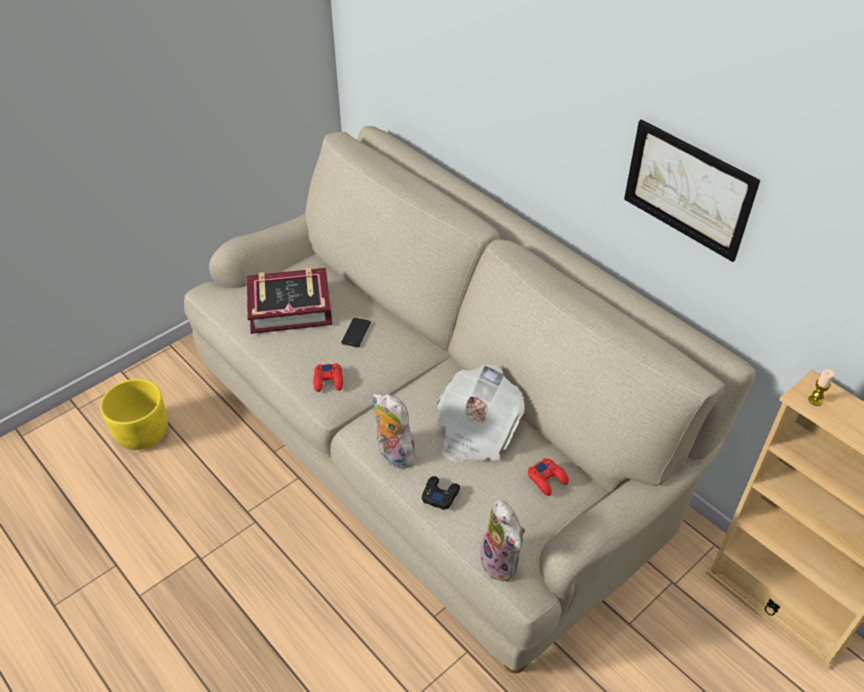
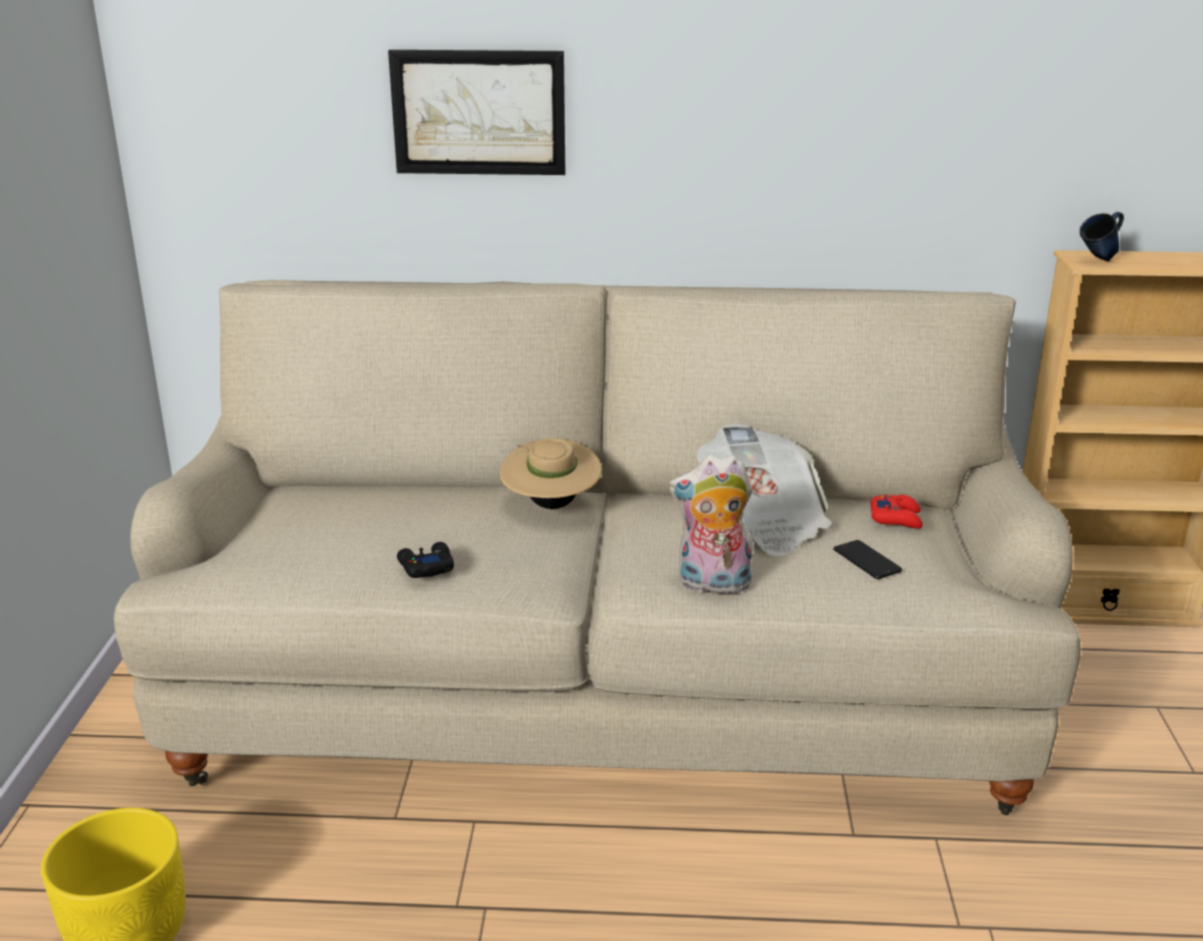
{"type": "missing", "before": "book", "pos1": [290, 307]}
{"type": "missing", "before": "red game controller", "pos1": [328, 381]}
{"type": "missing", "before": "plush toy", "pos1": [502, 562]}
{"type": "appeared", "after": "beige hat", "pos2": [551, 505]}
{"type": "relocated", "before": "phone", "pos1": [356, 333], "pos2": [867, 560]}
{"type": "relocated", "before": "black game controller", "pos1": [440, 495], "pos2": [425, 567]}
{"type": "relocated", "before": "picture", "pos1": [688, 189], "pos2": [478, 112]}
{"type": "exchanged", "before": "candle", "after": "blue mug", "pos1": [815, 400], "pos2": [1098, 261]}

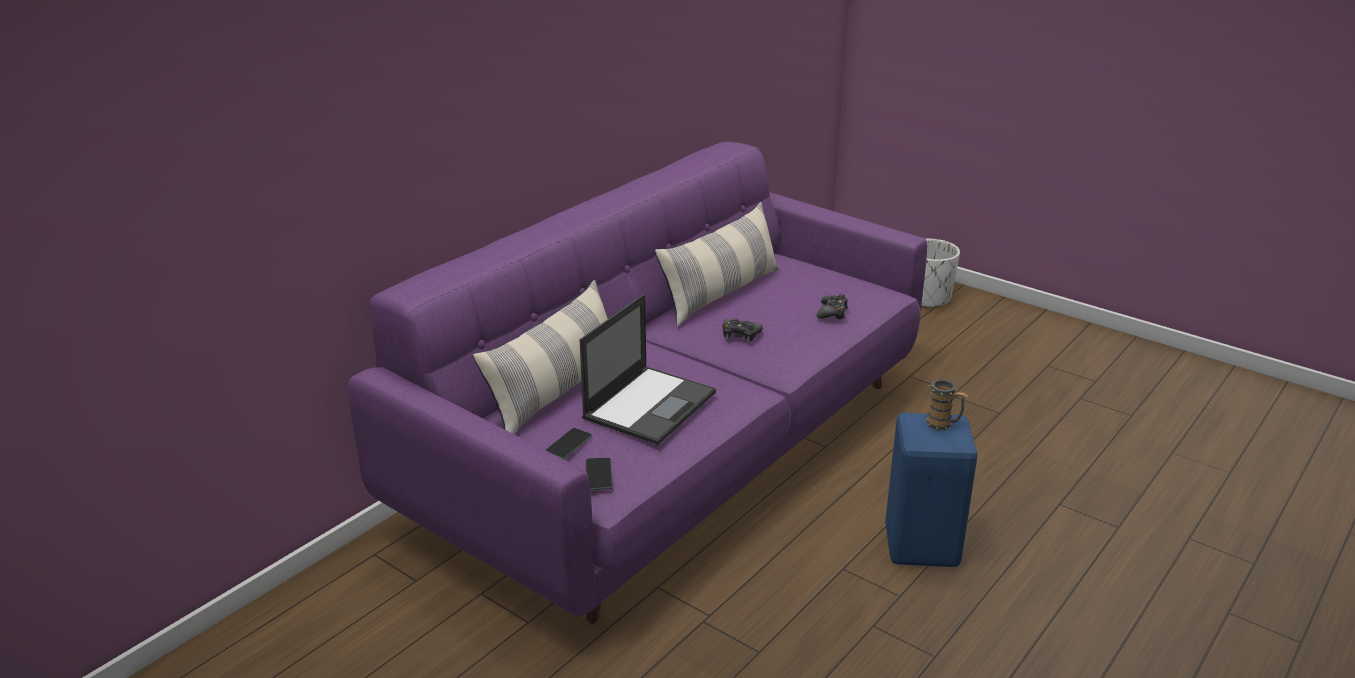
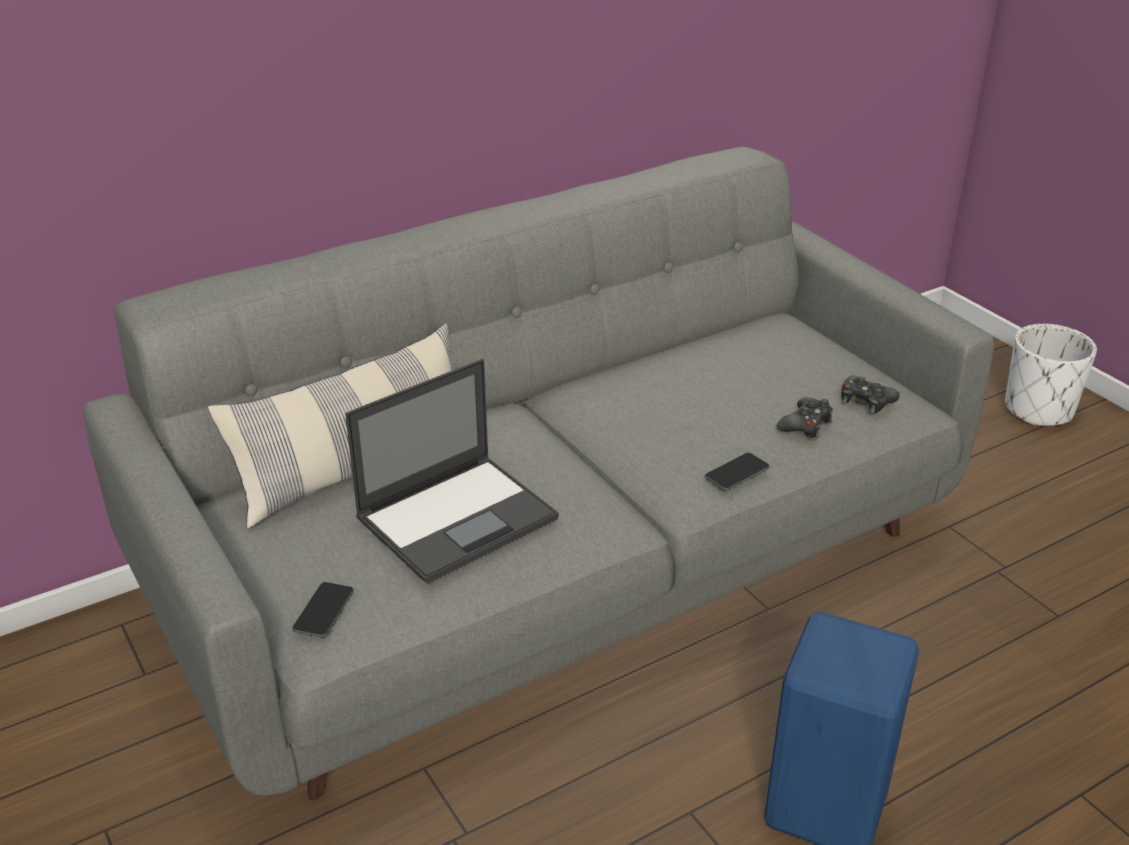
{"type": "missing", "before": "pillow", "pos1": [721, 293]}
{"type": "missing", "before": "mug", "pos1": [943, 424]}
{"type": "relocated", "before": "phone", "pos1": [568, 444], "pos2": [737, 472]}
{"type": "relocated", "before": "black game controller", "pos1": [740, 335], "pos2": [866, 400]}
{"type": "colour", "before": "purple sofa", "after": "grey sofa", "pos1": [676, 449], "pos2": [563, 566]}

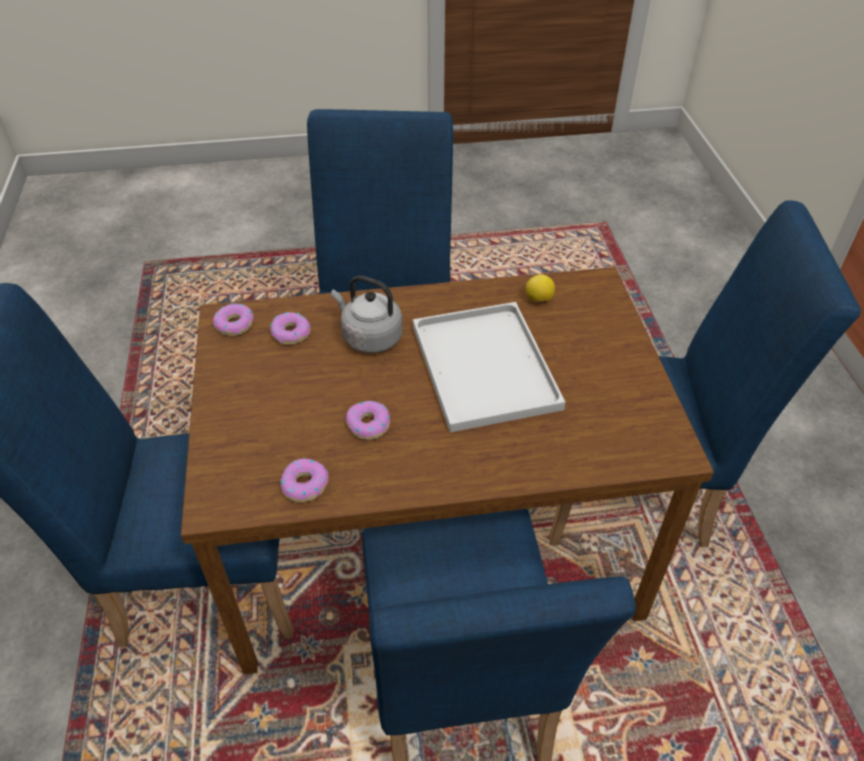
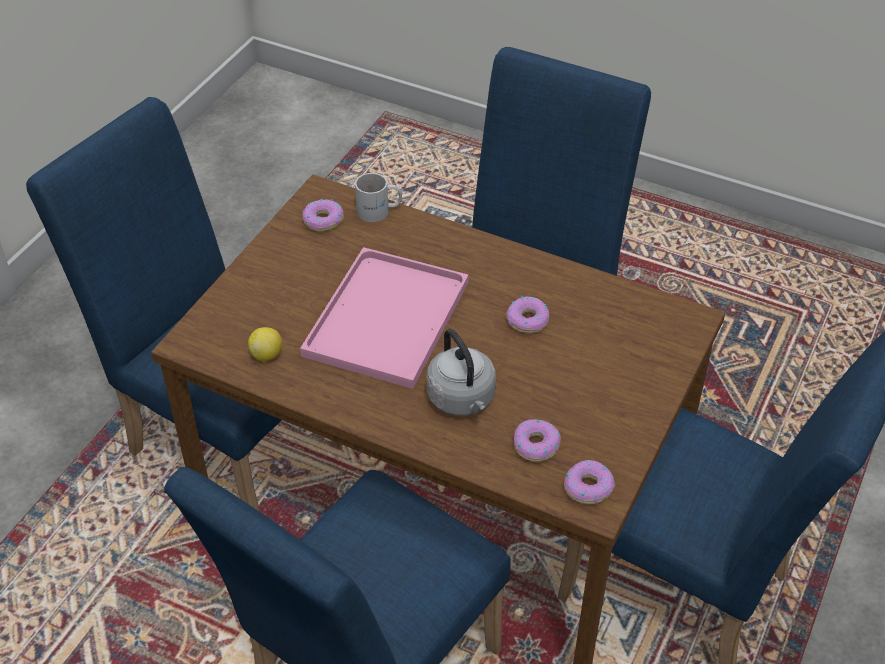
{"type": "appeared", "after": "white mug", "pos2": [379, 211]}
{"type": "relocated", "before": "donut", "pos1": [304, 484], "pos2": [323, 220]}
{"type": "colour", "before": "white tray", "after": "pink tray", "pos1": [482, 364], "pos2": [387, 321]}

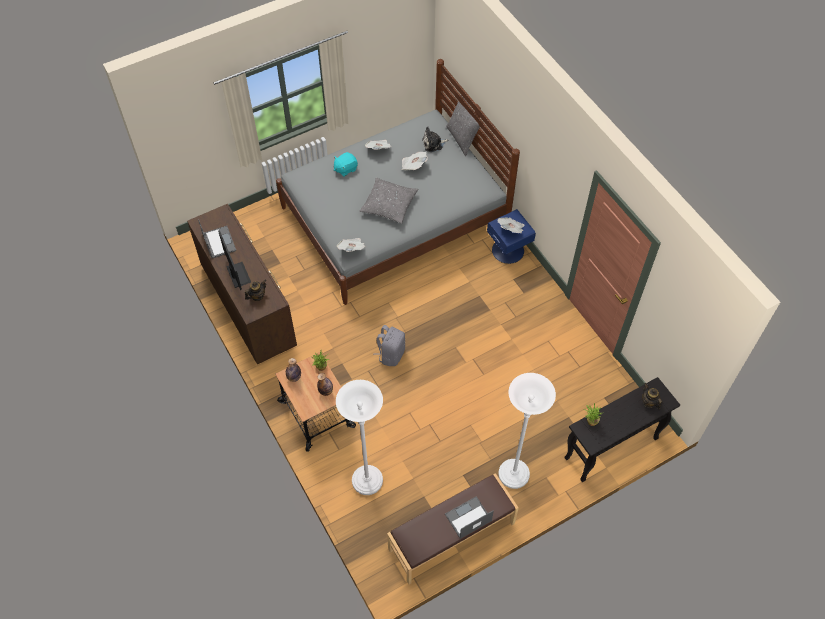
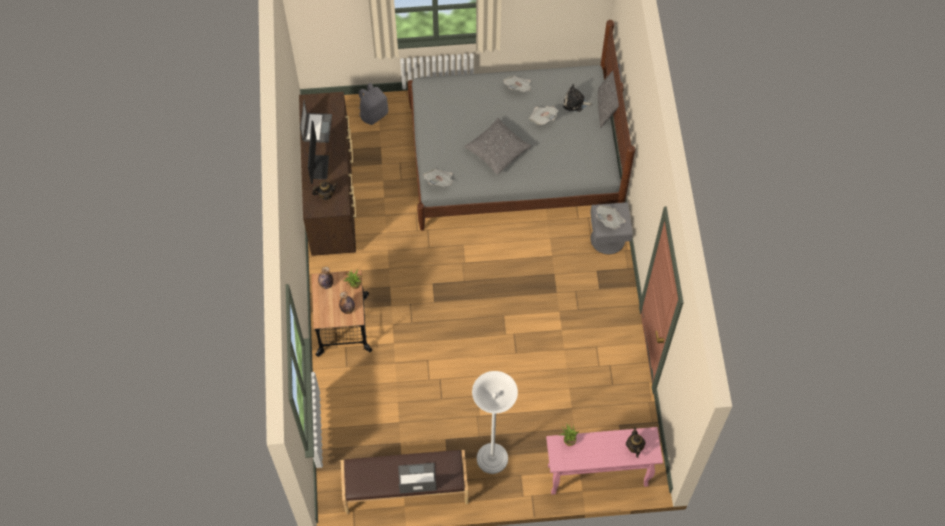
{"type": "missing", "before": "turquoise plush toy", "pos1": [345, 169]}
{"type": "missing", "before": "white floor lamp", "pos1": [367, 480]}
{"type": "relocated", "before": "grey backpack", "pos1": [391, 354], "pos2": [373, 114]}
{"type": "colour", "before": "blue nightstand", "after": "grey nightstand", "pos1": [508, 250], "pos2": [608, 239]}
{"type": "colour", "before": "black console table", "after": "pink console table", "pos1": [610, 449], "pos2": [596, 476]}

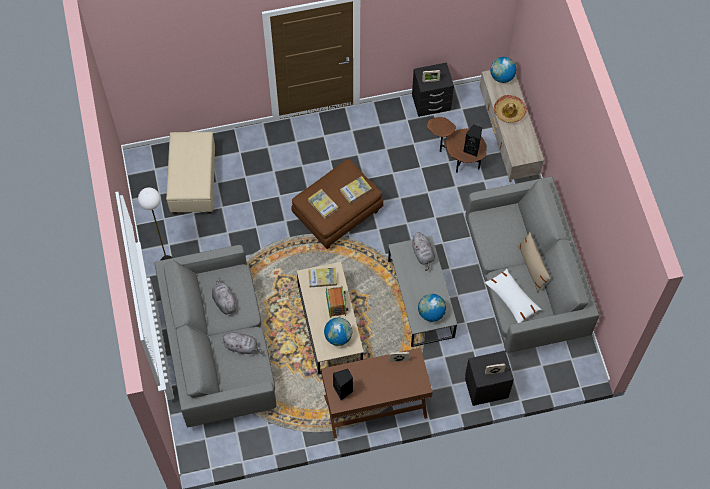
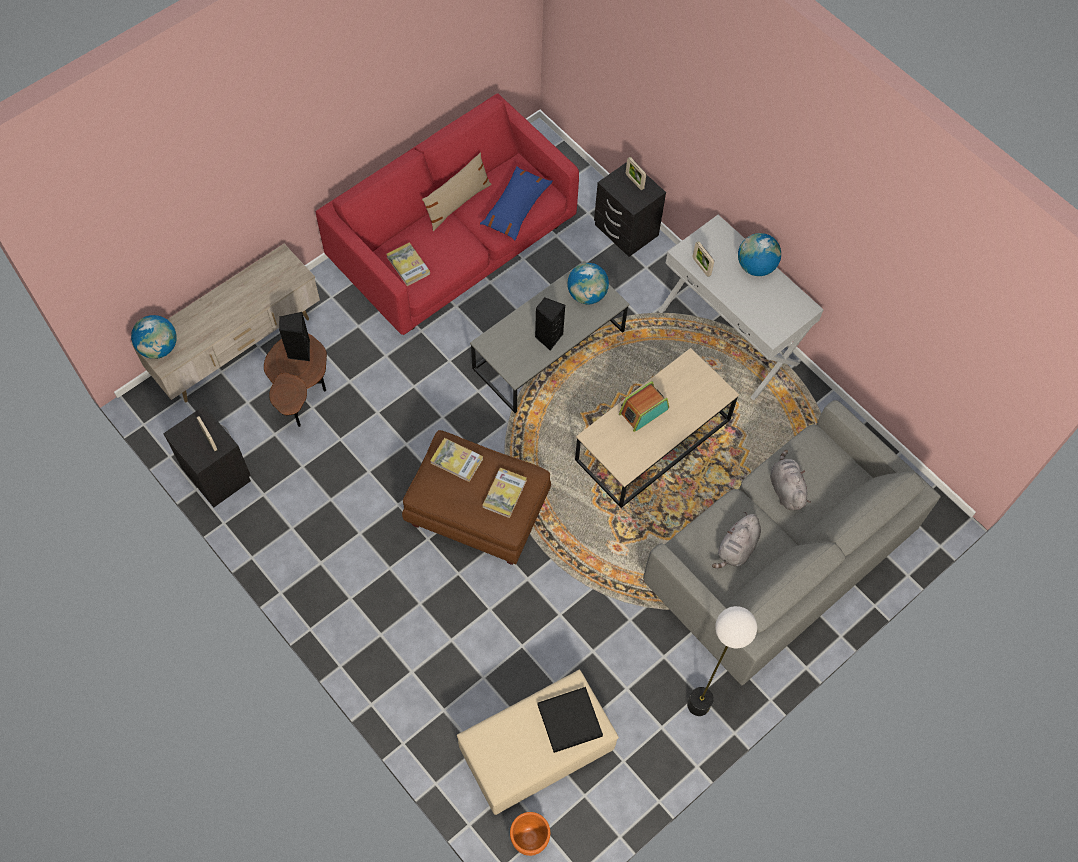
{"type": "missing", "before": "grey plush toy", "pos1": [423, 254]}
{"type": "missing", "before": "hat", "pos1": [509, 111]}
{"type": "appeared", "after": "orange planter", "pos2": [529, 839]}
{"type": "appeared", "after": "black tray", "pos2": [569, 720]}
{"type": "relocated", "before": "book", "pos1": [322, 278], "pos2": [408, 265]}
{"type": "relocated", "before": "globe", "pos1": [338, 337], "pos2": [755, 266]}
{"type": "relocated", "before": "black speaker", "pos1": [343, 390], "pos2": [548, 337]}
{"type": "colour", "before": "brown console table", "after": "white console table", "pos1": [375, 407], "pos2": [729, 336]}
{"type": "colour", "before": "grey sofa", "after": "red sofa", "pos1": [524, 281], "pos2": [453, 245]}
{"type": "colour", "before": "white pillow", "after": "blue pillow", "pos1": [512, 298], "pos2": [516, 208]}

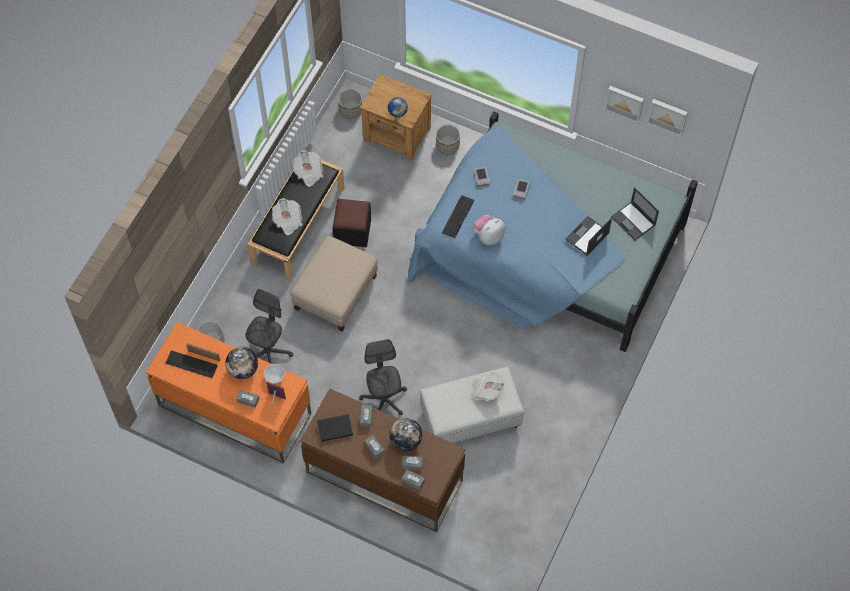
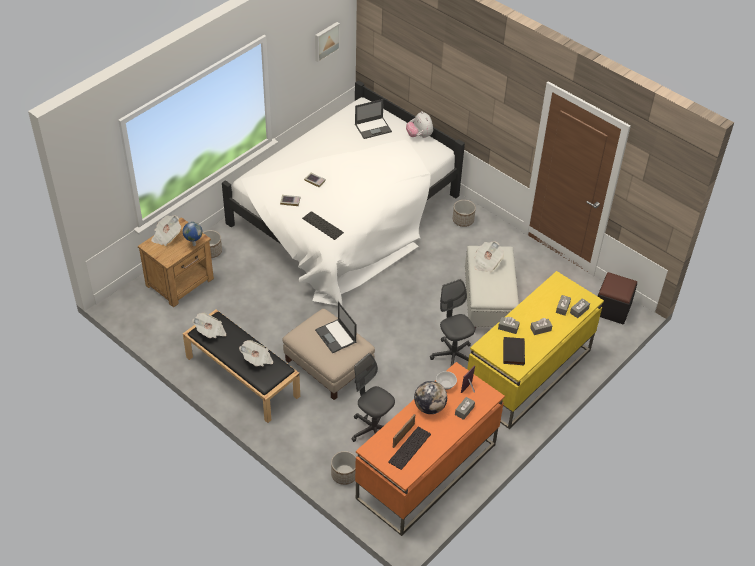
{"type": "missing", "before": "globe", "pos1": [406, 440]}
{"type": "missing", "before": "picture", "pos1": [625, 102]}
{"type": "appeared", "after": "newspaper", "pos2": [166, 236]}
{"type": "relocated", "before": "black ottoman", "pos1": [352, 231], "pos2": [612, 309]}
{"type": "relocated", "before": "planter", "pos1": [351, 109], "pos2": [463, 220]}
{"type": "relocated", "before": "plush toy", "pos1": [488, 236], "pos2": [419, 136]}
{"type": "relocated", "before": "laptop", "pos1": [587, 236], "pos2": [336, 336]}
{"type": "colour", "before": "brown desk", "after": "yellow desk", "pos1": [383, 476], "pos2": [527, 374]}
{"type": "colour", "before": "blue bed", "after": "white bed", "pos1": [547, 248], "pos2": [345, 216]}
{"type": "spun", "before": "grey office chair", "pos1": [384, 400], "pos2": [452, 356], "turn": 60}

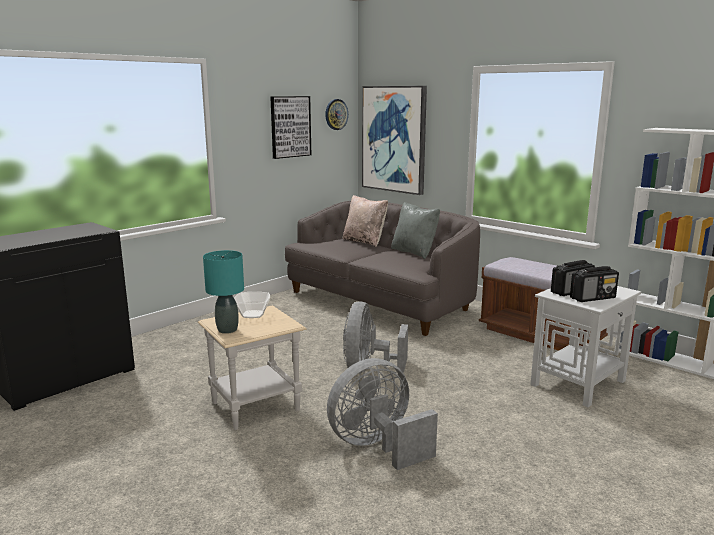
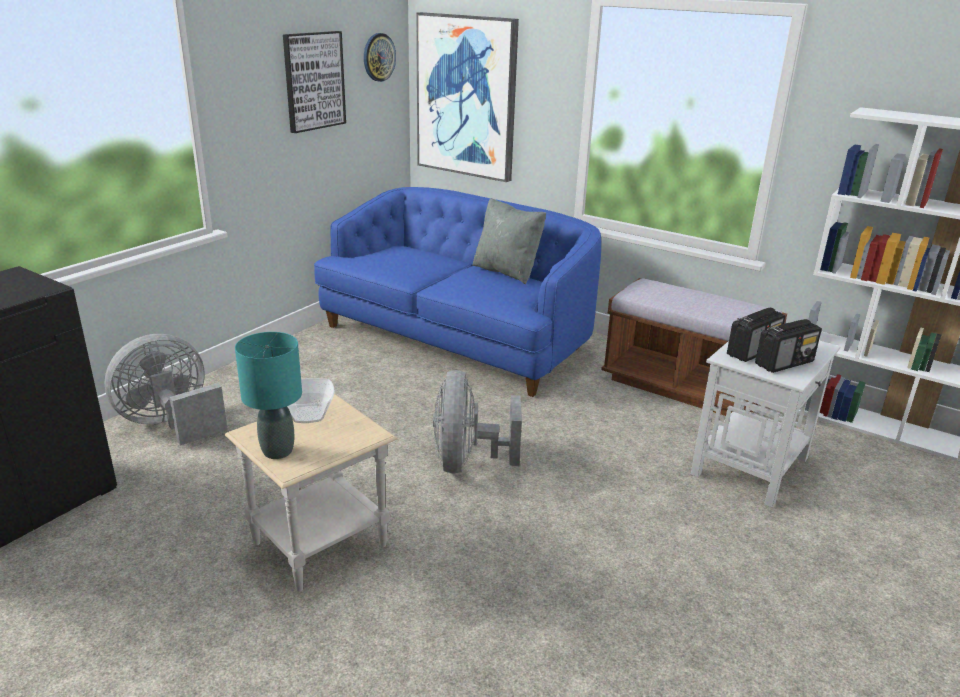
{"type": "missing", "before": "beige pillow", "pos1": [365, 241]}
{"type": "relocated", "before": "grey fan", "pos1": [377, 446], "pos2": [171, 424]}
{"type": "colour", "before": "grey sofa", "after": "blue sofa", "pos1": [380, 302], "pos2": [457, 339]}

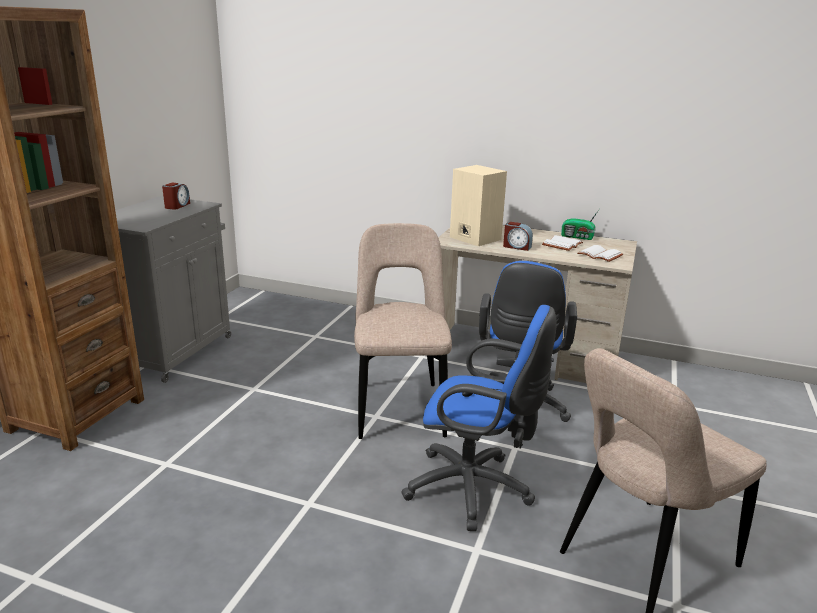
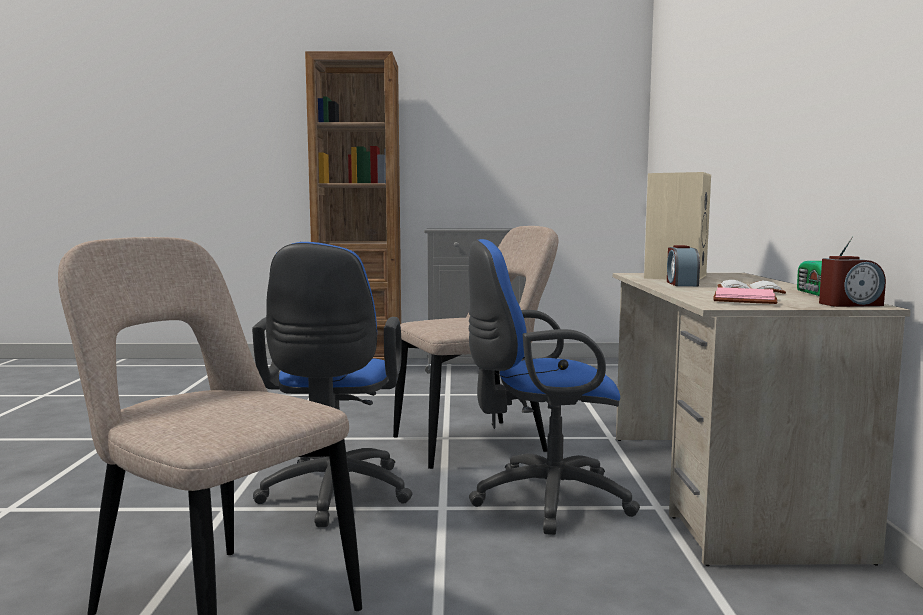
{"type": "relocated", "before": "alarm clock", "pos1": [177, 206], "pos2": [849, 304]}
{"type": "colour", "before": "white book", "after": "pink book", "pos1": [601, 255], "pos2": [746, 300]}

